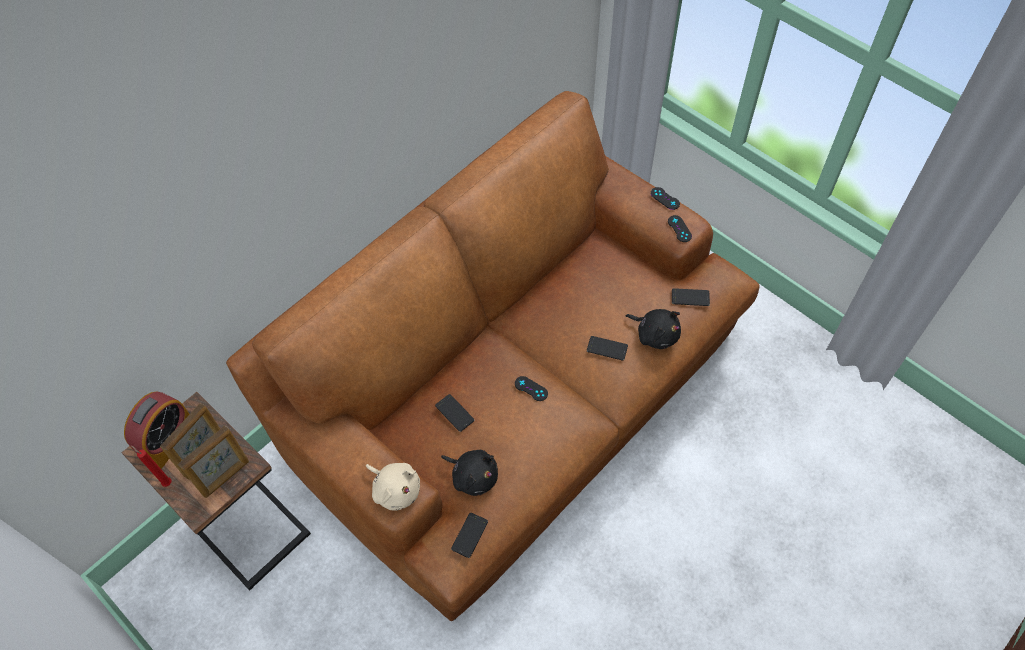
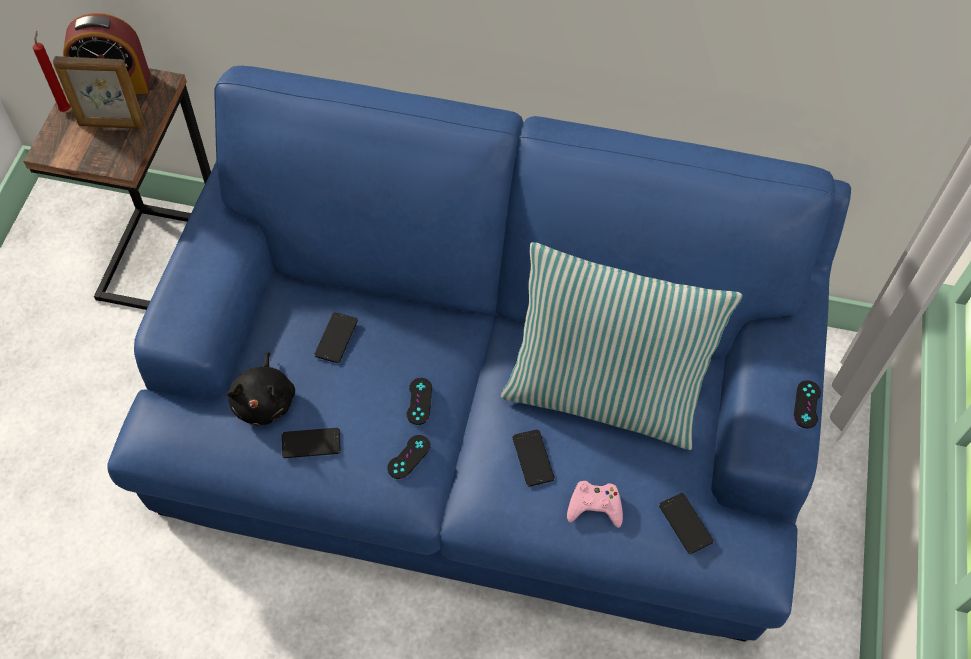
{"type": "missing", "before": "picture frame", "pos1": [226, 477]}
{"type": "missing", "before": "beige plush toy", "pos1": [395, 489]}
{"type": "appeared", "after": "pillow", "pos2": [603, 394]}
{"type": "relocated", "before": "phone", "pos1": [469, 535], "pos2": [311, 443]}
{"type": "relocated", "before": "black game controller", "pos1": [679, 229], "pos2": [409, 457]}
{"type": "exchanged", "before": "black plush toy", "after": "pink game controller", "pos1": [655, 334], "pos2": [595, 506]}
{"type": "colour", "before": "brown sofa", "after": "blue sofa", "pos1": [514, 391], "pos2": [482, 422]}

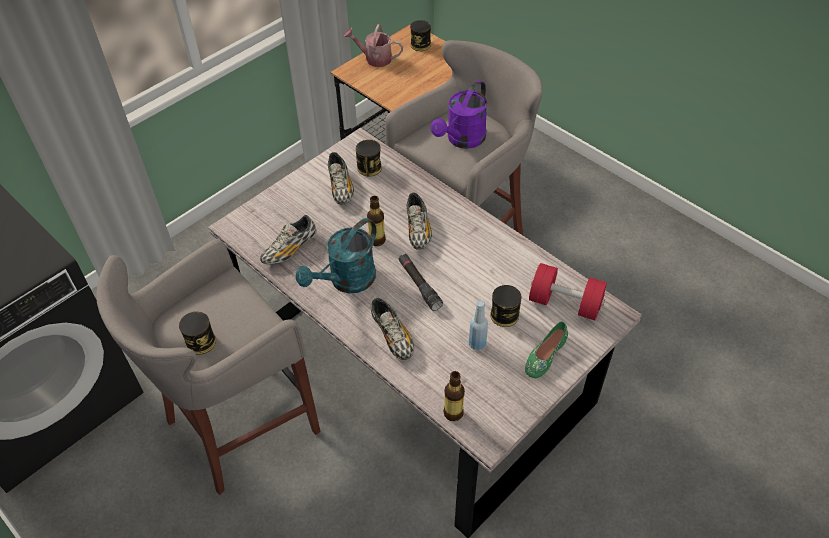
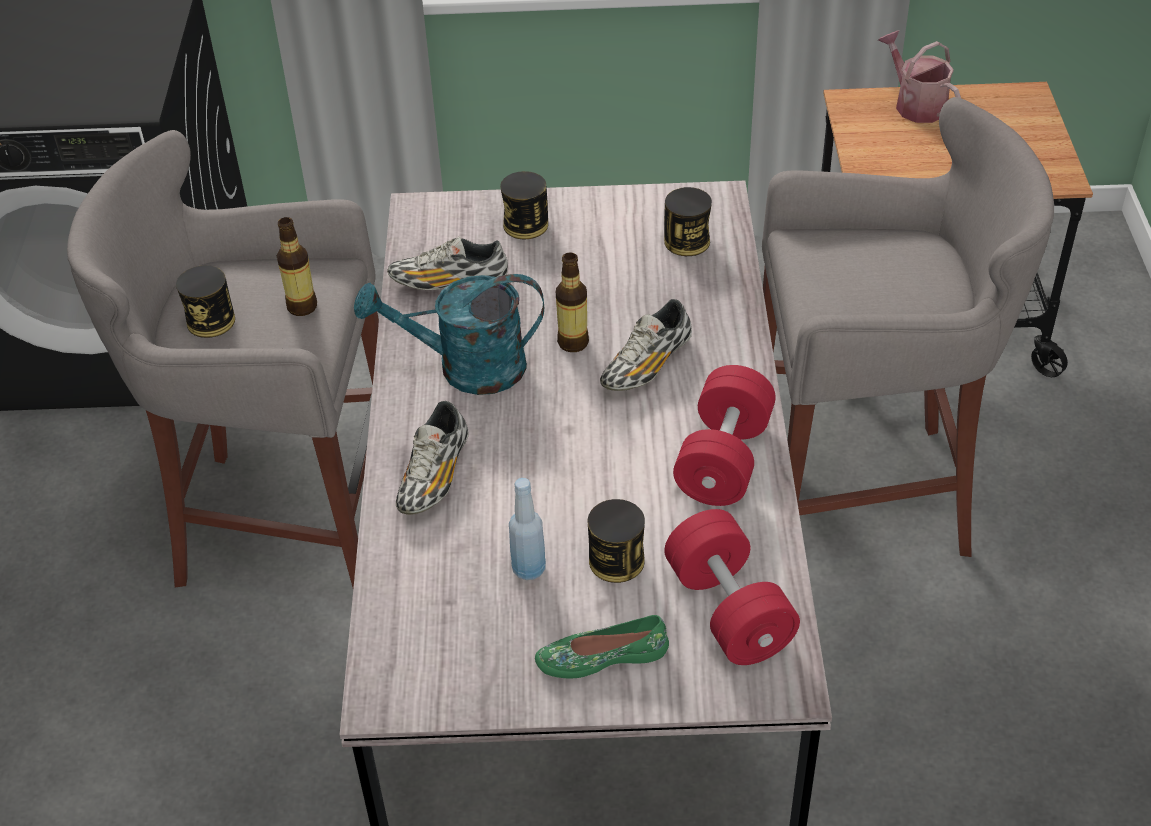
{"type": "missing", "before": "shoe", "pos1": [341, 187]}
{"type": "missing", "before": "black flashlight", "pos1": [419, 285]}
{"type": "missing", "before": "purple watering can", "pos1": [462, 140]}
{"type": "appeared", "after": "red dumbbell", "pos2": [724, 459]}
{"type": "relocated", "before": "can", "pos1": [420, 45], "pos2": [526, 225]}
{"type": "relocated", "before": "bottle", "pos1": [453, 413], "pos2": [302, 307]}

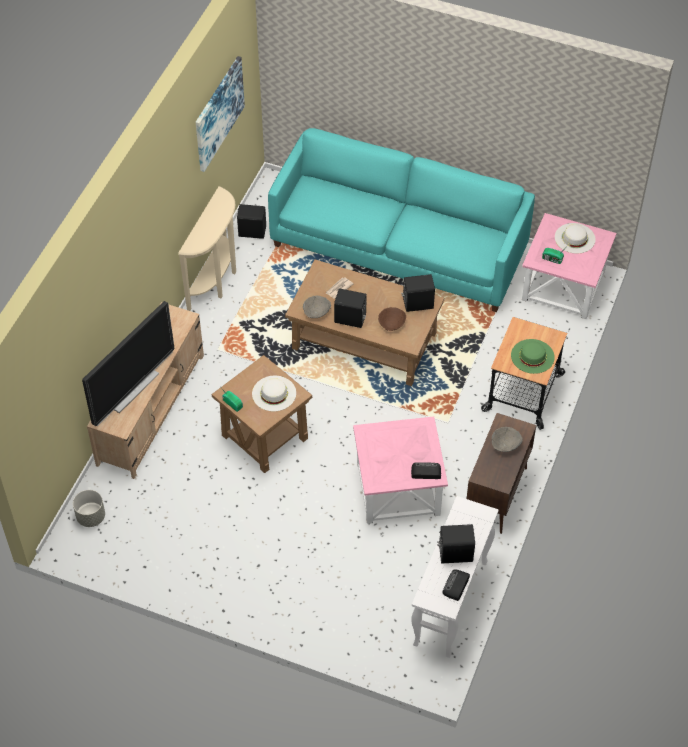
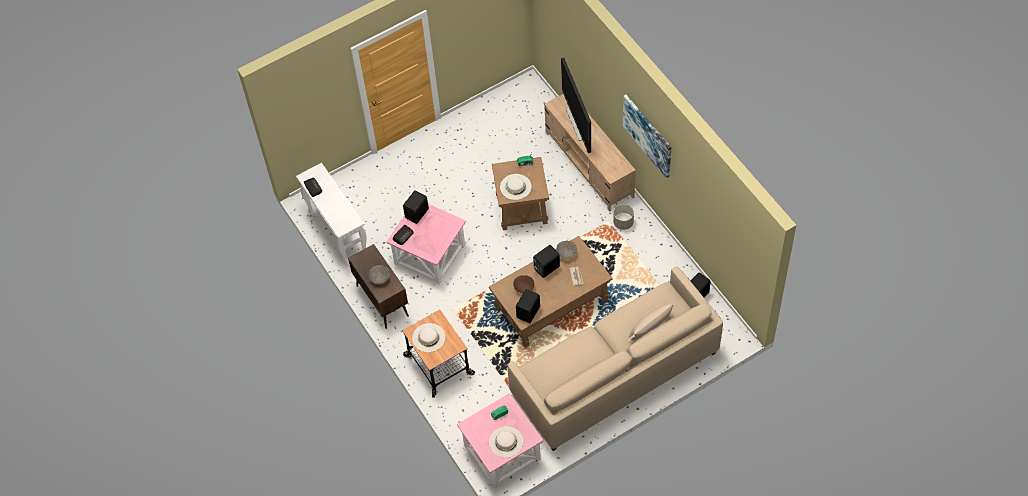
{"type": "missing", "before": "beige console table", "pos1": [217, 280]}
{"type": "appeared", "after": "beige pillow", "pos2": [650, 327]}
{"type": "relocated", "before": "grey planter", "pos1": [91, 517], "pos2": [623, 222]}
{"type": "relocated", "before": "picture", "pos1": [218, 113], "pos2": [648, 135]}
{"type": "relocated", "before": "black speaker", "pos1": [455, 553], "pos2": [417, 213]}
{"type": "colour", "before": "turquoise sofa", "after": "beige sofa", "pos1": [399, 247], "pos2": [614, 374]}
{"type": "colour", "before": "green hat", "after": "white hat", "pos1": [532, 356], "pos2": [428, 337]}

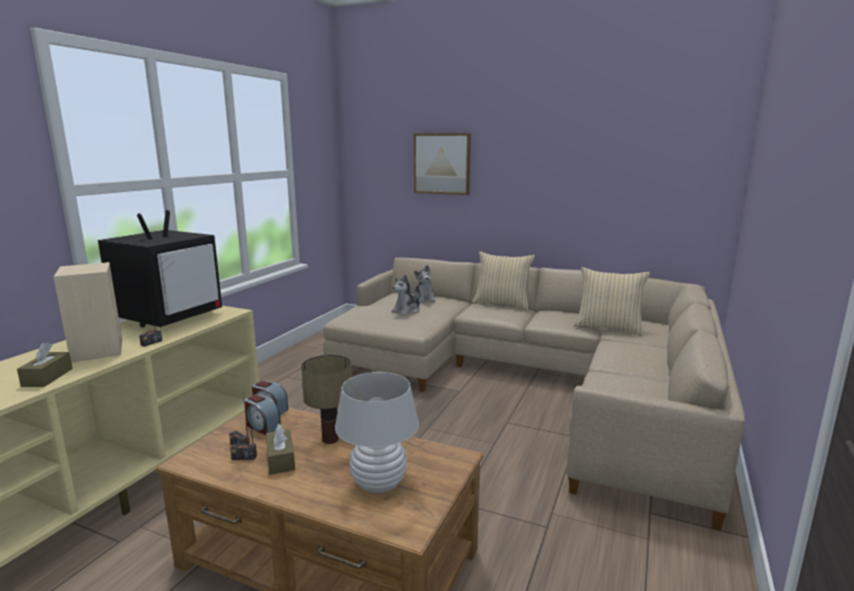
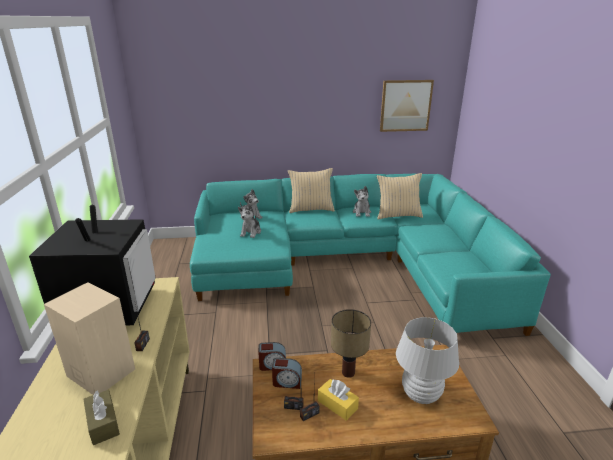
{"type": "appeared", "after": "plush toy", "pos2": [362, 212]}
{"type": "relocated", "before": "picture", "pos1": [442, 164], "pos2": [405, 105]}
{"type": "colour", "before": "brown tissue box", "after": "yellow tissue box", "pos1": [280, 460], "pos2": [337, 405]}
{"type": "colour", "before": "beige sofa", "after": "turquoise sofa", "pos1": [530, 381], "pos2": [350, 264]}

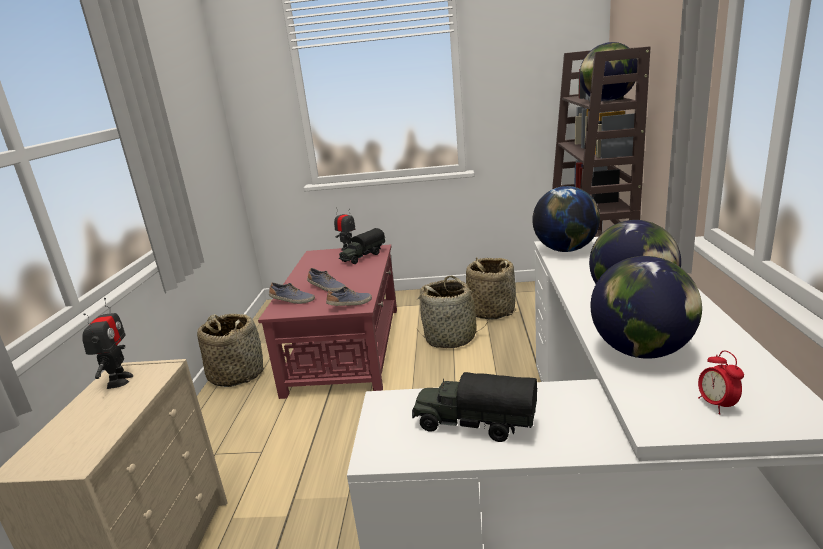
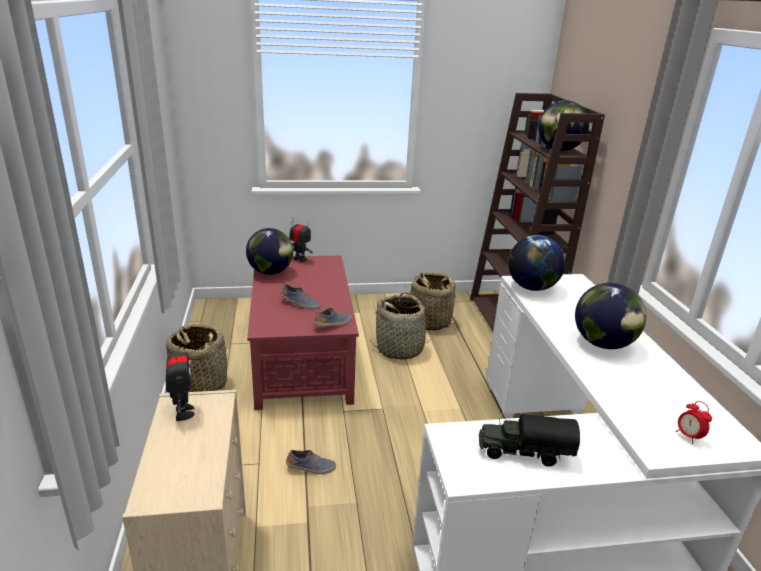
{"type": "missing", "before": "toy truck", "pos1": [362, 257]}
{"type": "relocated", "before": "shoe", "pos1": [292, 301], "pos2": [311, 468]}
{"type": "relocated", "before": "globe", "pos1": [642, 351], "pos2": [271, 272]}

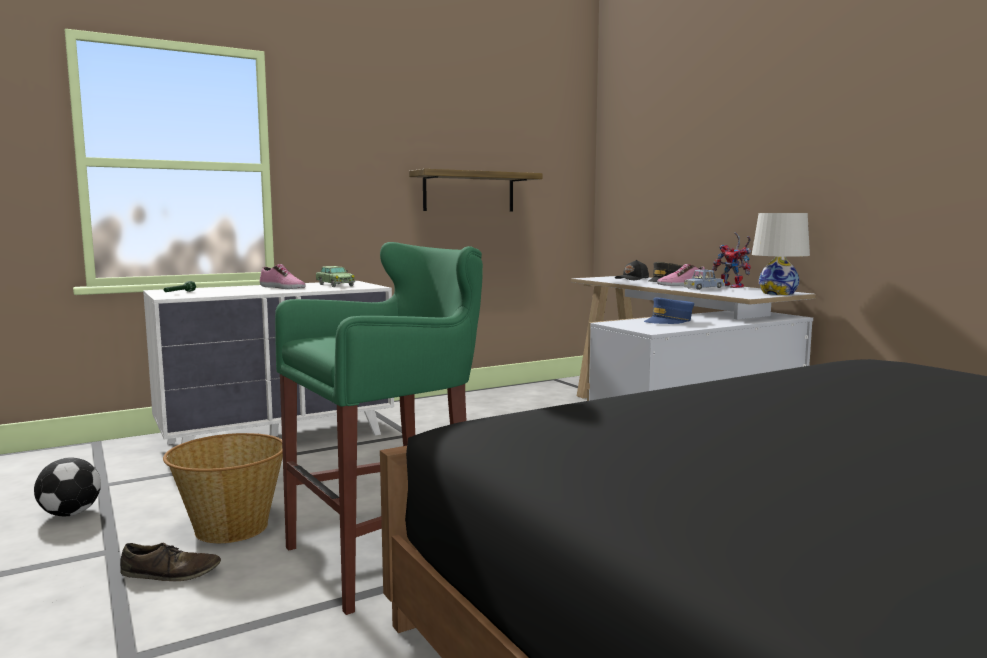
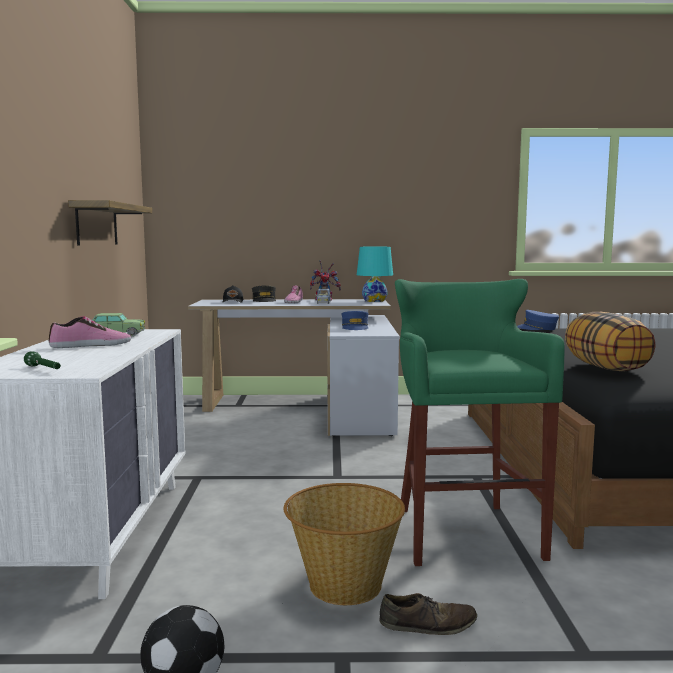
{"type": "appeared", "after": "blue cap", "pos2": [536, 328]}
{"type": "appeared", "after": "pillow", "pos2": [606, 368]}
{"type": "colour", "before": "white table lamp", "after": "turquoise table lamp", "pos1": [778, 293], "pos2": [374, 301]}
{"type": "spun", "before": "brown shoe", "pos1": [171, 573], "pos2": [428, 624], "turn": 60}

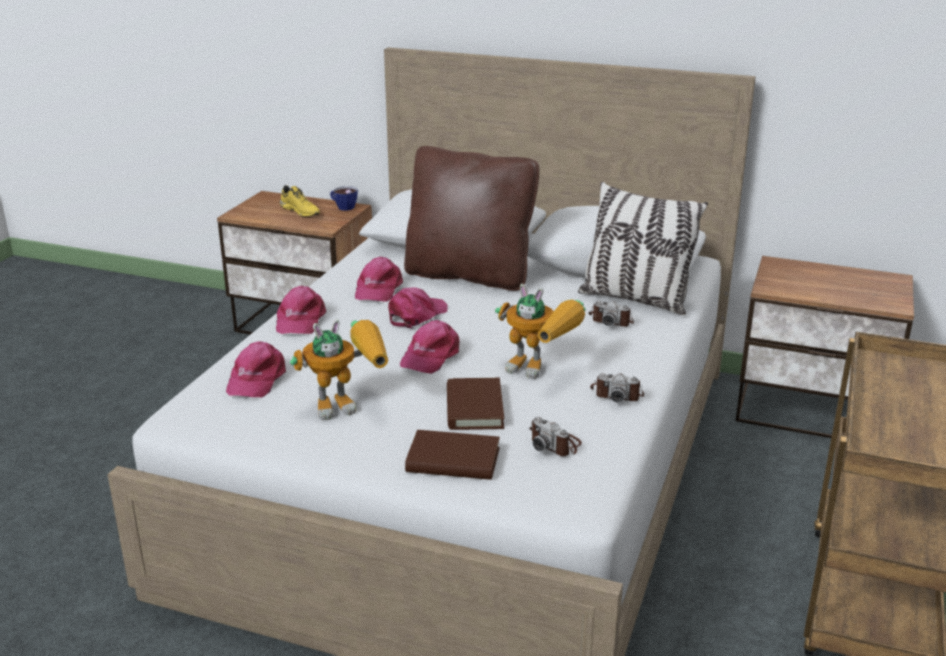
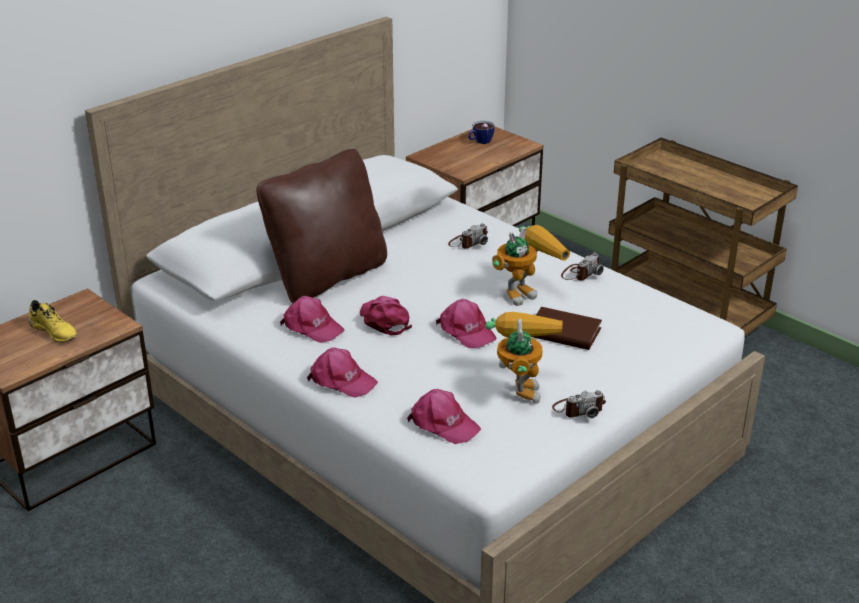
{"type": "missing", "before": "brown book", "pos1": [453, 460]}
{"type": "missing", "before": "pillow", "pos1": [635, 299]}
{"type": "relocated", "before": "cup", "pos1": [343, 207], "pos2": [480, 142]}
{"type": "relocated", "before": "photo camera", "pos1": [555, 444], "pos2": [578, 409]}
{"type": "spun", "before": "yellow shoe", "pos1": [301, 211], "pos2": [55, 331], "turn": 60}

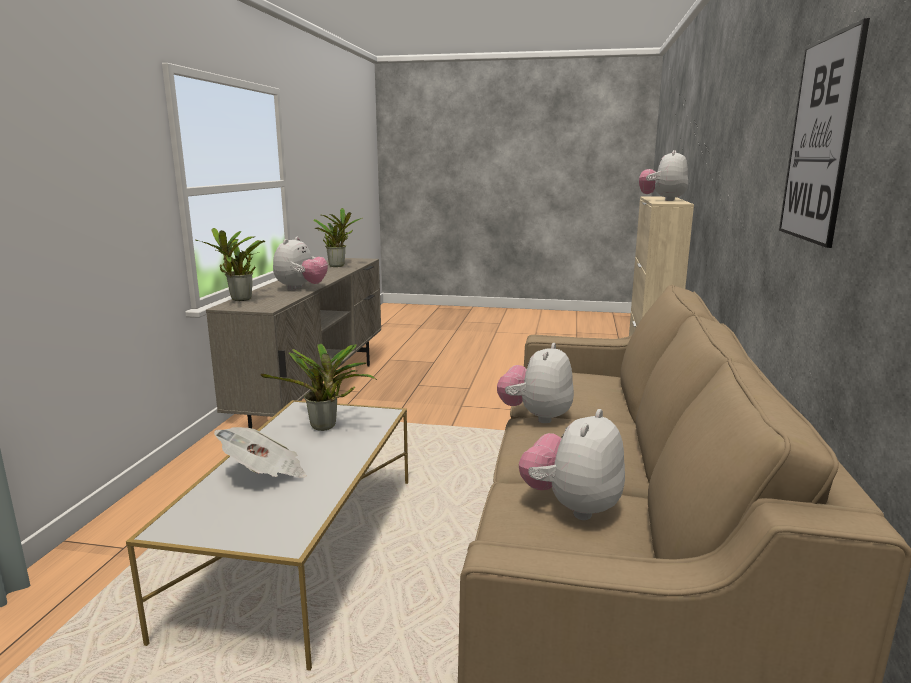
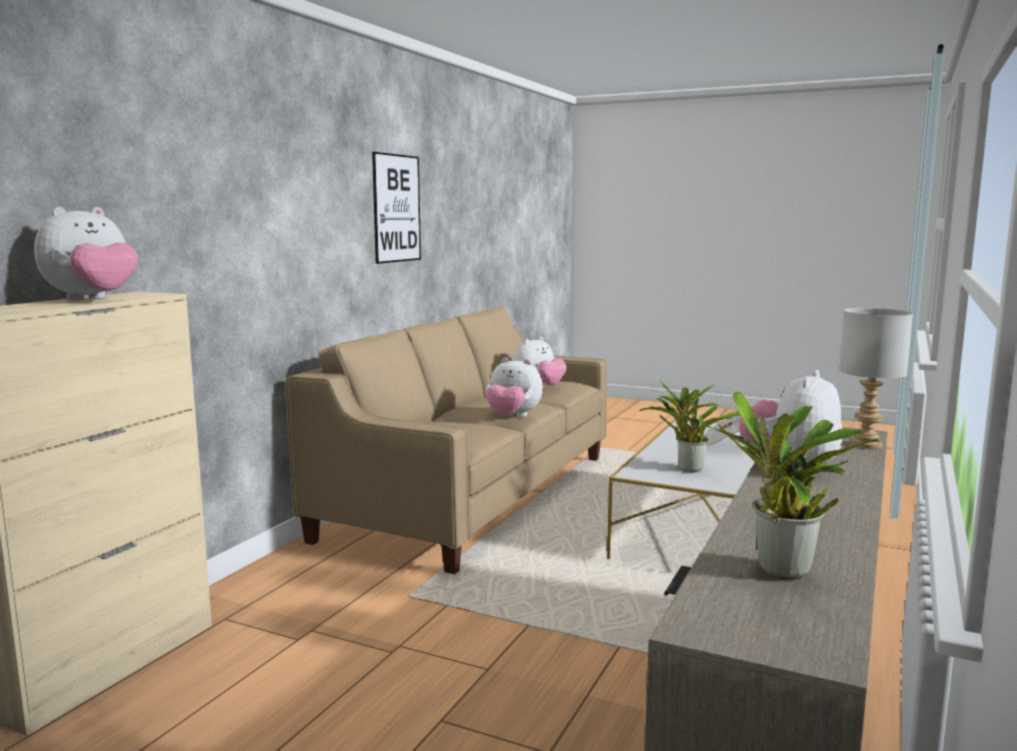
{"type": "exchanged", "before": "potted plant", "after": "grey table lamp", "pos1": [239, 300], "pos2": [864, 444]}
{"type": "spun", "before": "plush toy", "pos1": [536, 416], "pos2": [512, 417], "turn": 75}

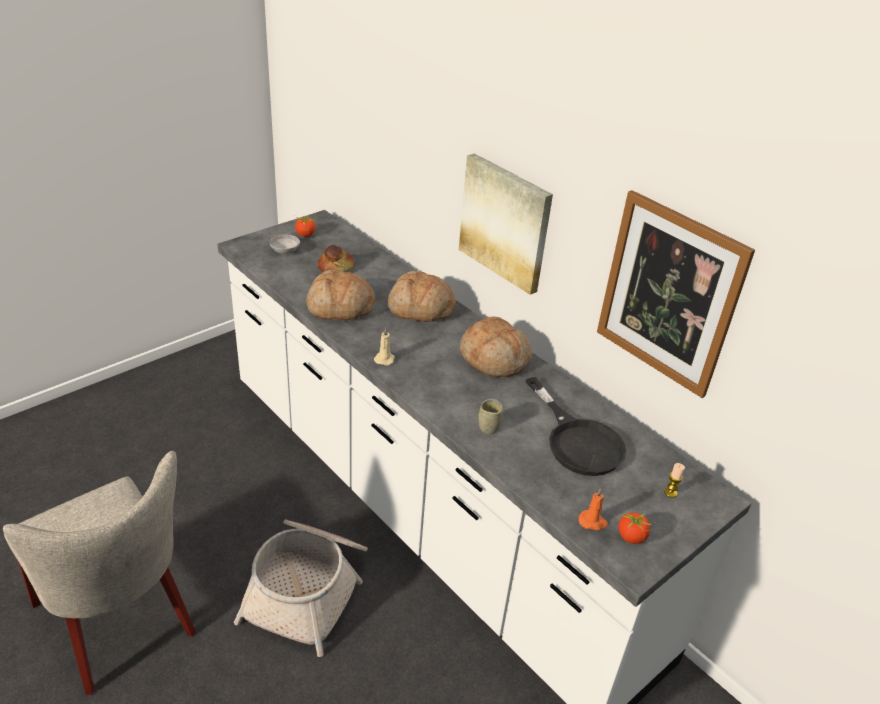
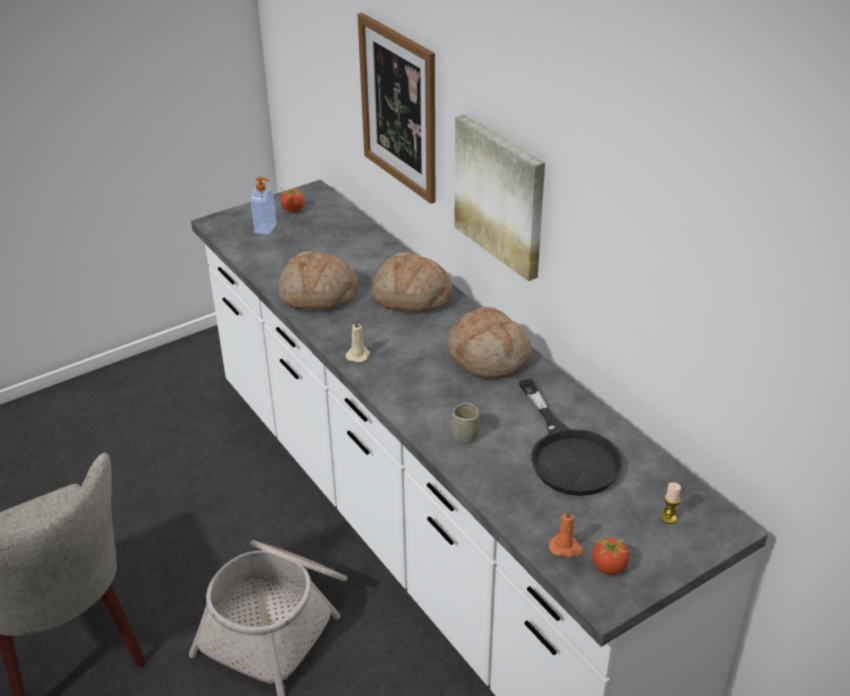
{"type": "missing", "before": "bread", "pos1": [336, 268]}
{"type": "relocated", "before": "picture", "pos1": [669, 294], "pos2": [399, 107]}
{"type": "exchanged", "before": "grey bowl", "after": "soap dispenser", "pos1": [285, 251], "pos2": [266, 228]}

